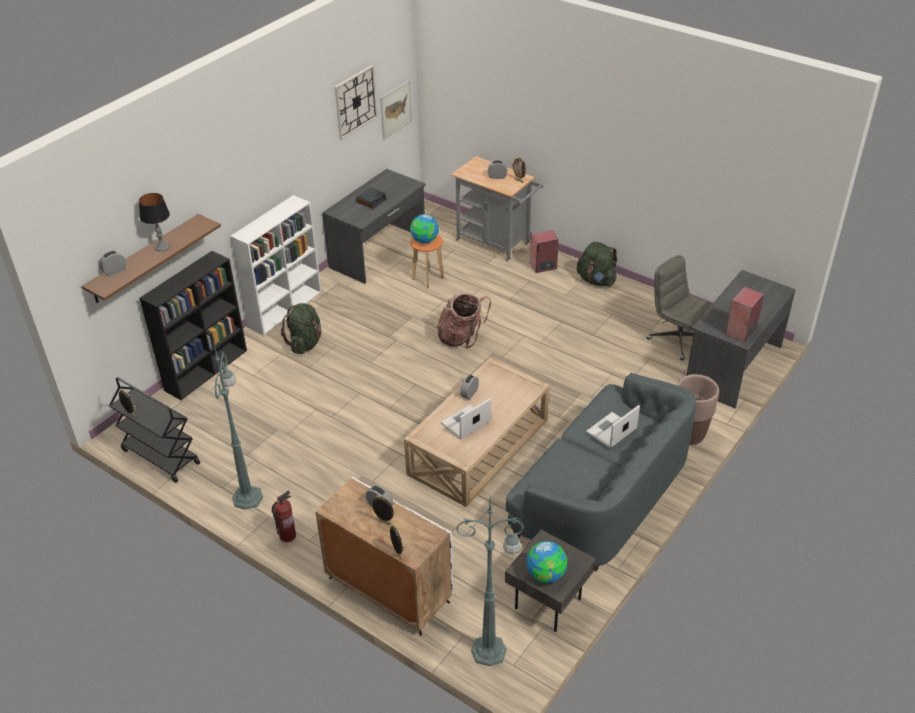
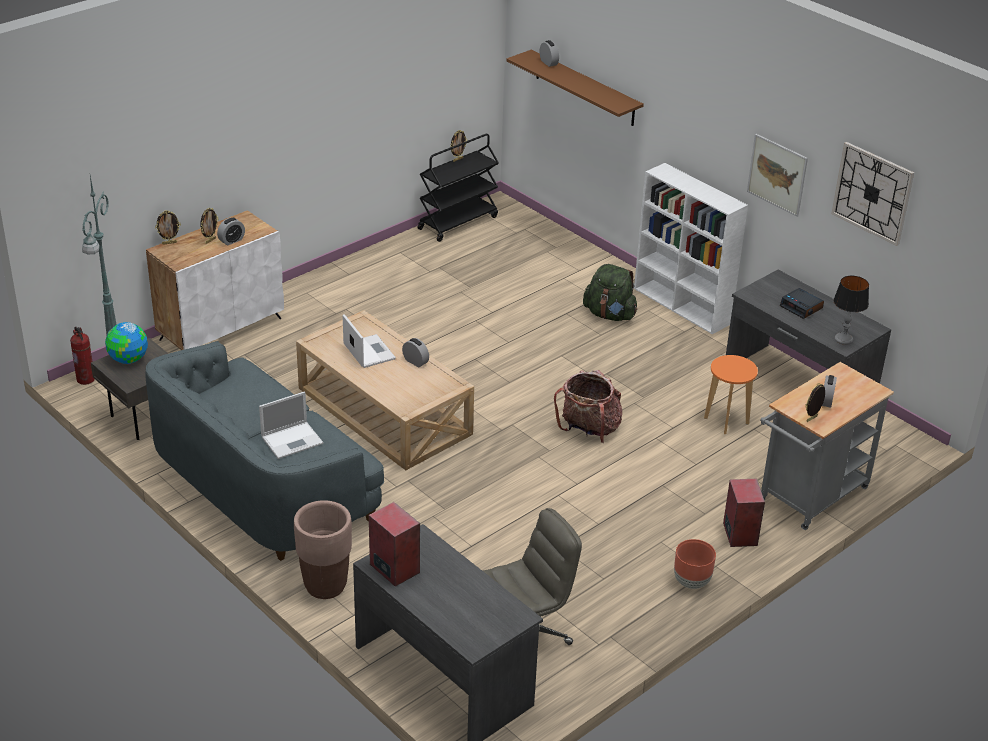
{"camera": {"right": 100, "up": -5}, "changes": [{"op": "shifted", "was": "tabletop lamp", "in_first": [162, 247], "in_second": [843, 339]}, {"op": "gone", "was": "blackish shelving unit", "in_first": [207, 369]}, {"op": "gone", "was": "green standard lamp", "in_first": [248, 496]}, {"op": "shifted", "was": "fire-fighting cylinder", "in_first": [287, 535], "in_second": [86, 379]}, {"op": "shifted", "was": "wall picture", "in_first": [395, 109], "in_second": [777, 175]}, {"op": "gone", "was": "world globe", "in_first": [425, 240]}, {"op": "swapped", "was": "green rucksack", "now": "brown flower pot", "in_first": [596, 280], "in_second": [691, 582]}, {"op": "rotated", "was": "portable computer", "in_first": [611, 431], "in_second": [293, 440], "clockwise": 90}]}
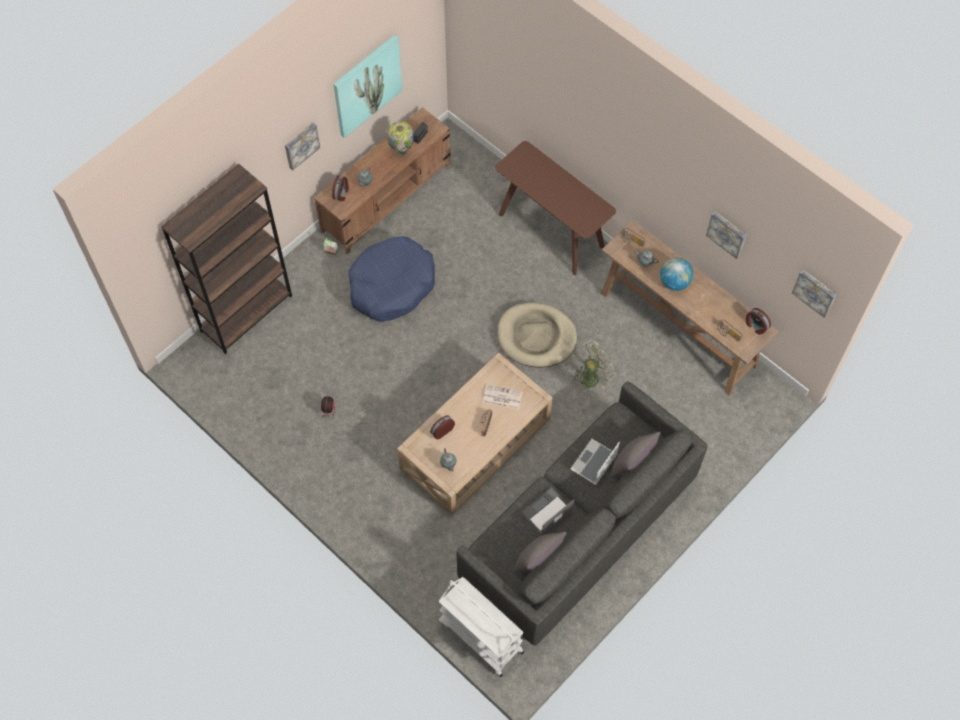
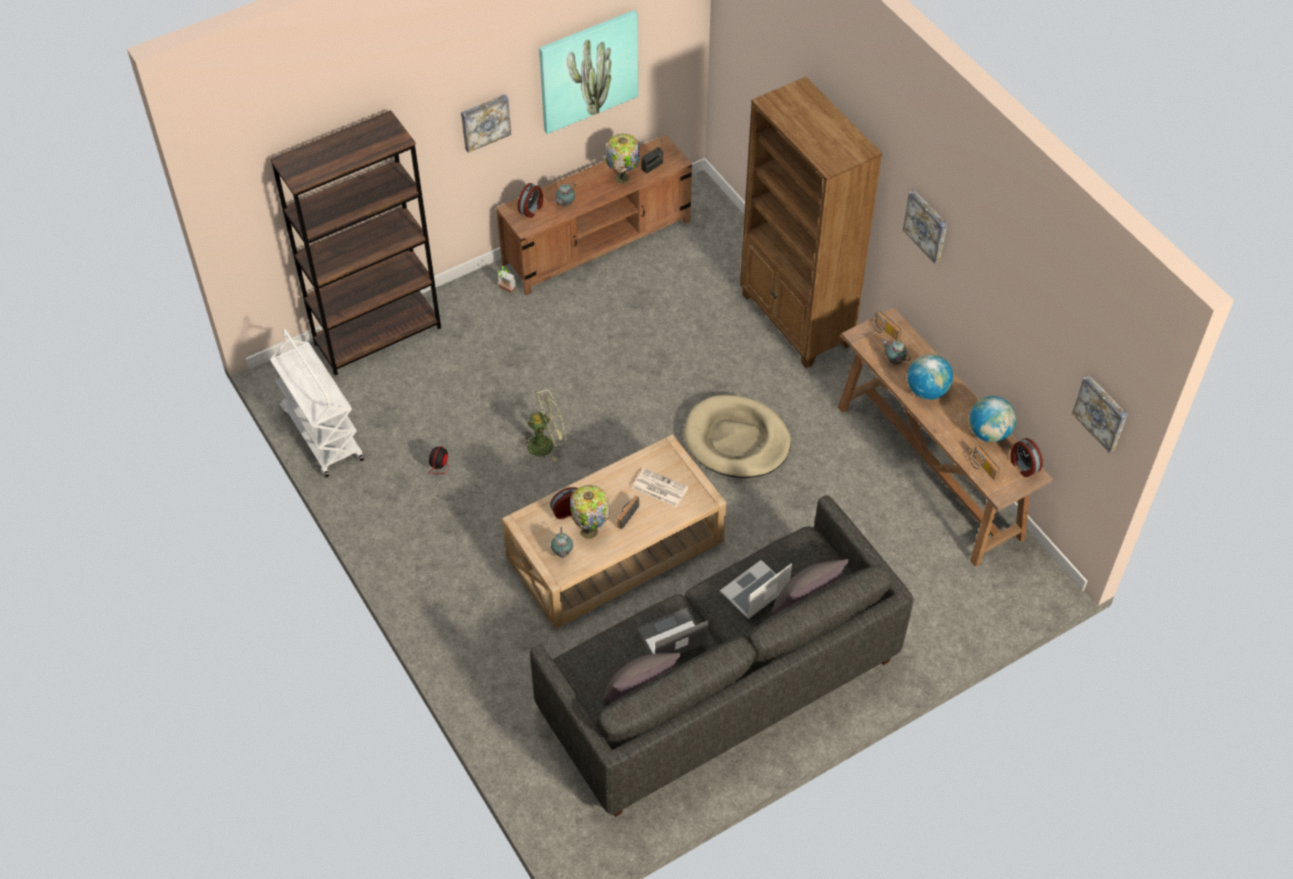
{"camera": {"right": 15, "up": -10}, "changes": [{"op": "gone", "was": "bluish dog cushion", "in_first": [391, 285]}, {"op": "shifted", "was": "white wheeled cart", "in_first": [480, 636], "in_second": [321, 434]}, {"op": "swapped", "was": "brown narrow table", "now": "brown shelving unit", "in_first": [551, 230], "in_second": [796, 321]}, {"op": "shifted", "was": "green electric fan", "in_first": [592, 376], "in_second": [546, 443]}, {"op": "shifted", "was": "wall picture", "in_first": [727, 233], "in_second": [927, 225]}, {"op": "new", "now": "tabletop lamp", "in_second": [590, 531]}, {"op": "new", "now": "world globe", "in_second": [989, 433]}]}
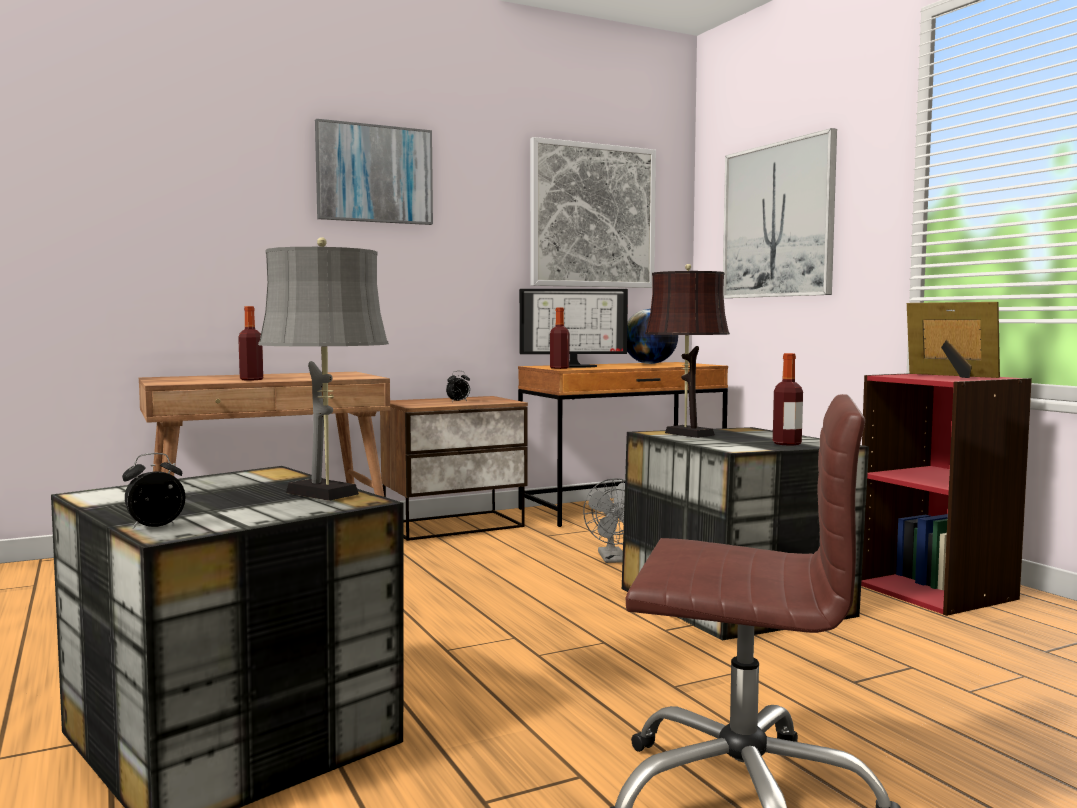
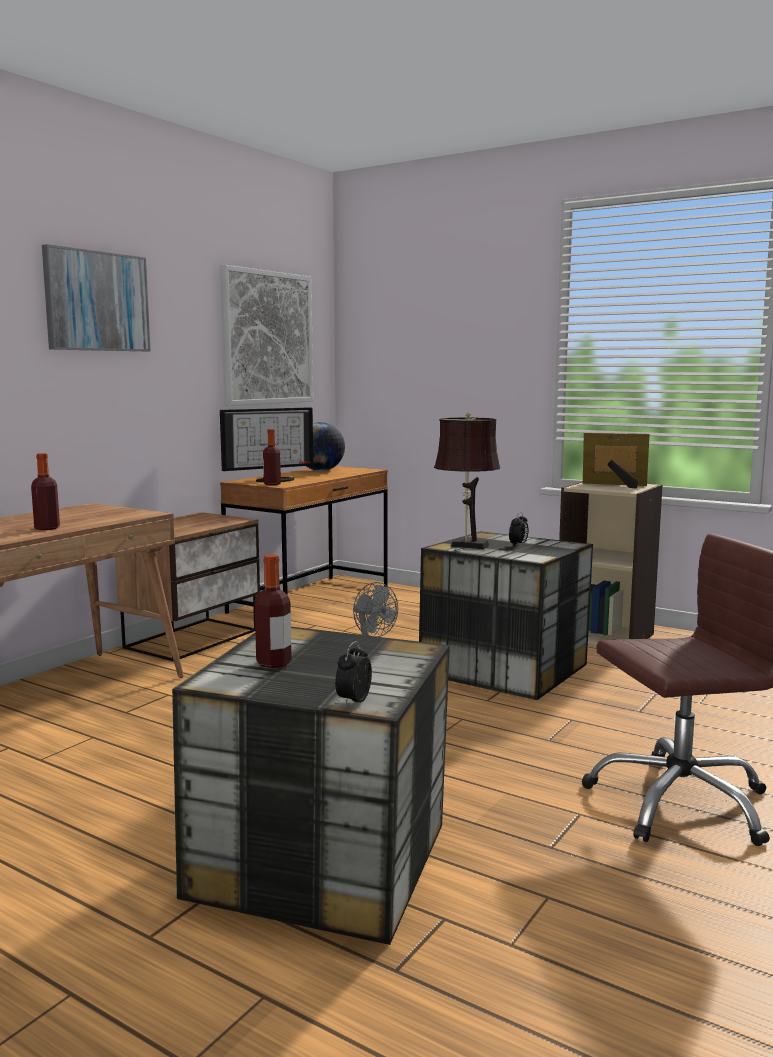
{"camera": {"right": -30, "up": 5}, "changes": [{"op": "gone", "was": "grey tabletop lamp", "in_first": [327, 494]}, {"op": "shifted", "was": "table clock", "in_first": [458, 402], "in_second": [518, 545]}, {"op": "gone", "was": "wall picture", "in_first": [777, 220]}, {"op": "shifted", "was": "drink bottle", "in_first": [786, 443], "in_second": [273, 663]}, {"op": "repainted", "was": "red shelving unit", "now": "sand-coloured shelving unit", "in_first": [937, 591], "in_second": [605, 636]}]}
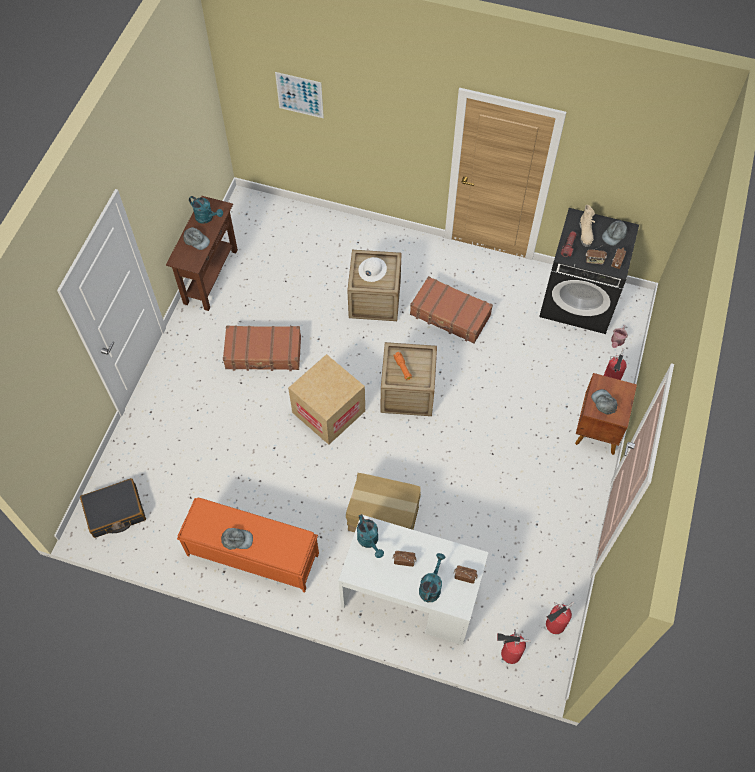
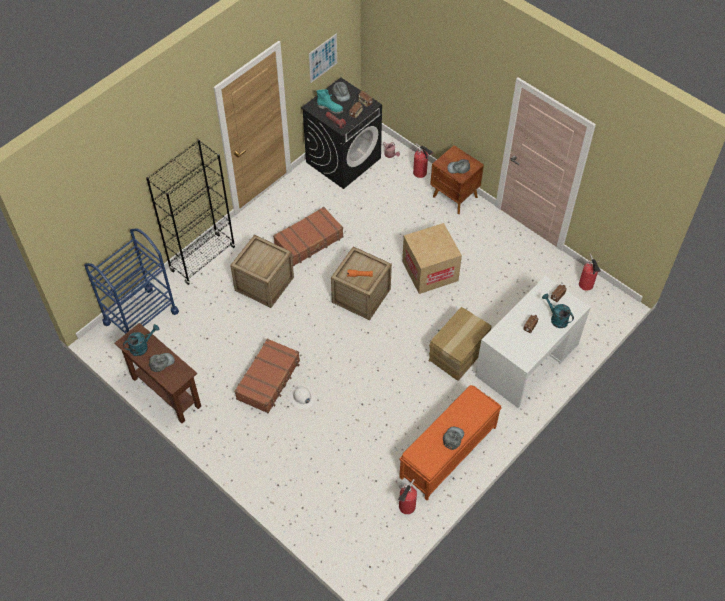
{"camera": {"right": -65, "up": -5}, "changes": [{"op": "gone", "was": "blackish travel case", "in_first": [115, 512]}, {"op": "shifted", "was": "wall picture", "in_first": [299, 95], "in_second": [323, 58]}, {"op": "shifted", "was": "packing box", "in_first": [328, 412], "in_second": [430, 271]}, {"op": "gone", "was": "blue-green sprinkling can", "in_first": [369, 541]}, {"op": "shifted", "was": "white work helmet", "in_first": [372, 270], "in_second": [302, 398]}, {"op": "shifted", "was": "fire-fighting cylinder", "in_first": [508, 653], "in_second": [406, 508]}, {"op": "repainted", "was": "sand-coloured boot", "now": "blue-green boot", "in_first": [585, 234], "in_second": [330, 108]}, {"op": "new", "now": "bluish wheeled cart", "in_second": [141, 317]}, {"op": "new", "now": "blackish shelving unit", "in_second": [203, 259]}]}
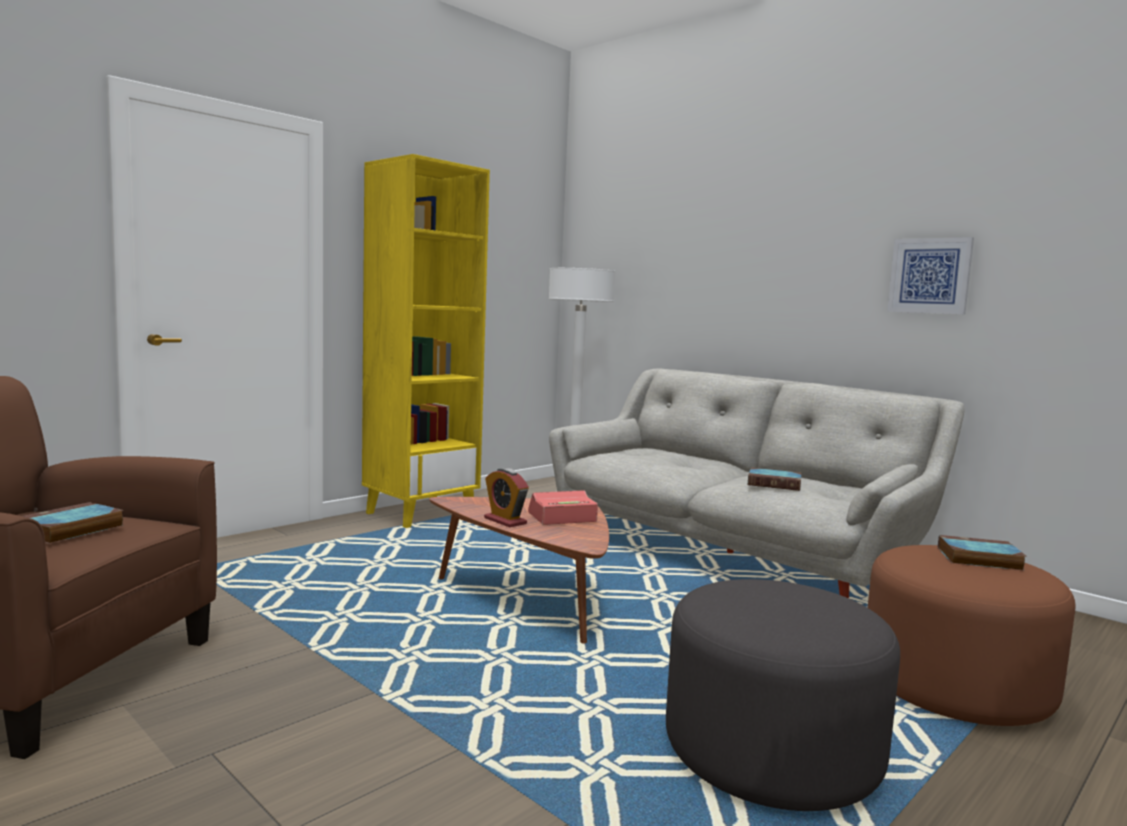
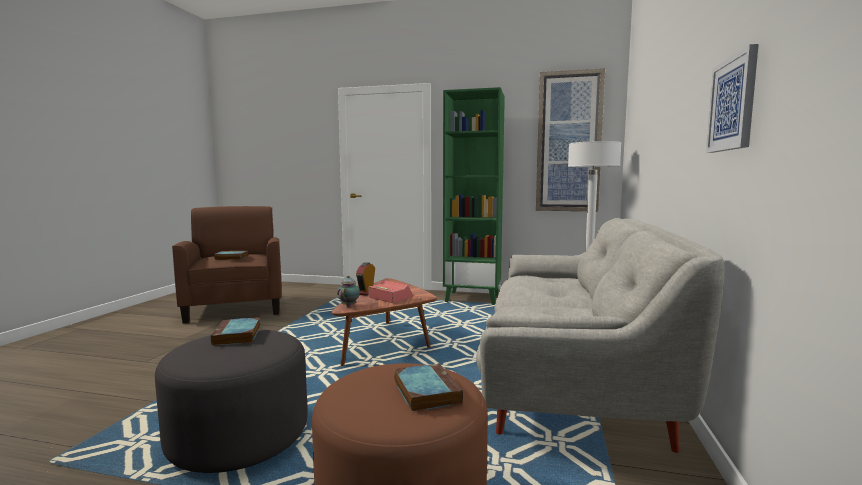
{"camera": {"right": 60, "up": 0}, "changes": [{"op": "repainted", "was": "yellow shelving unit", "now": "green shelving unit", "in_first": [421, 513], "in_second": [473, 298]}, {"op": "shifted", "was": "volume", "in_first": [775, 484], "in_second": [237, 336]}, {"op": "new", "now": "teapot", "in_second": [349, 305]}, {"op": "new", "now": "wall picture", "in_second": [568, 142]}]}
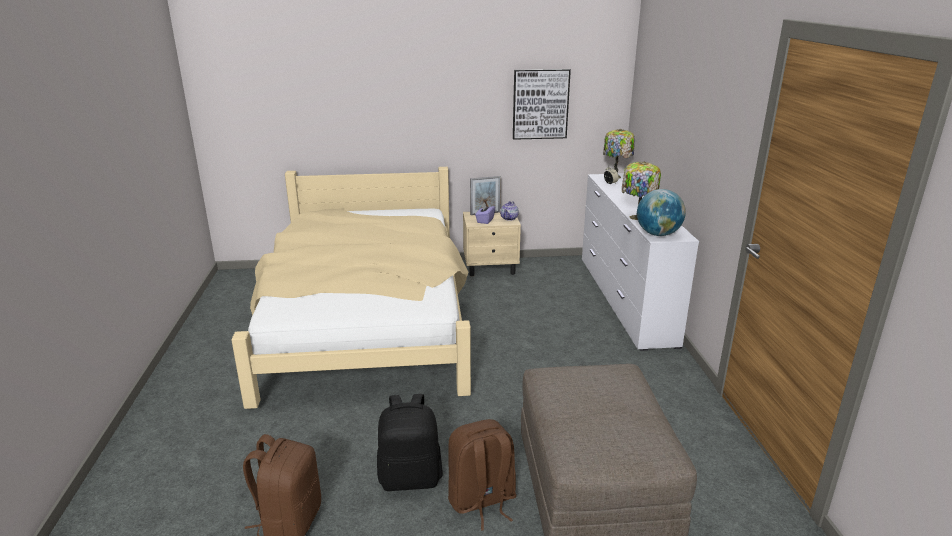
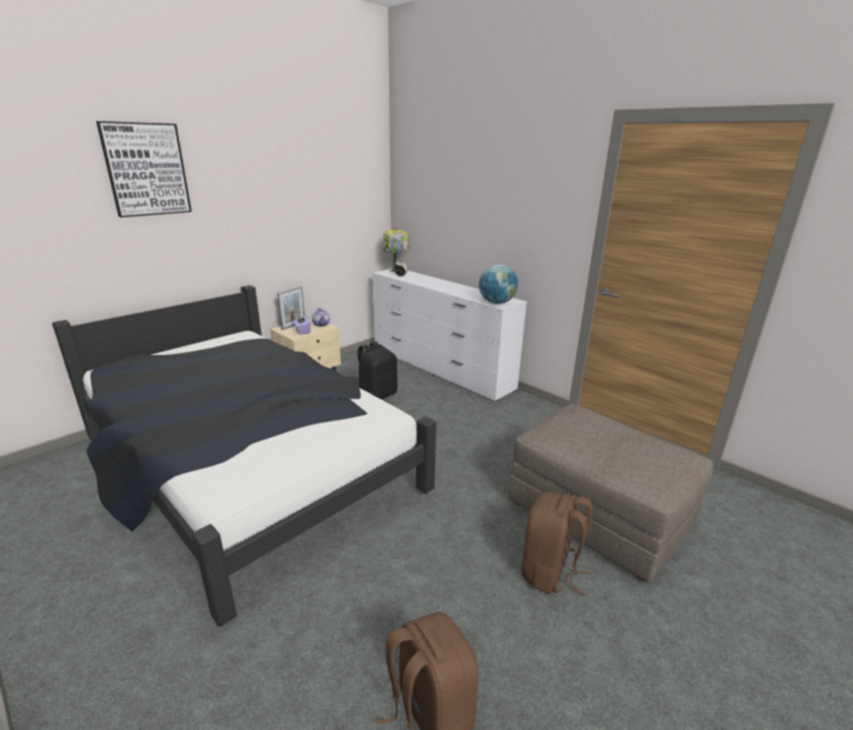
{"camera": {"right": -40, "up": 0}, "changes": [{"op": "repainted", "was": "sand-coloured sleeping bed", "now": "blackish sleeping bed", "in_first": [367, 322], "in_second": [248, 465]}, {"op": "shifted", "was": "blackish rucksack", "in_first": [410, 477], "in_second": [377, 395]}, {"op": "shifted", "was": "wall picture", "in_first": [540, 104], "in_second": [146, 169]}, {"op": "gone", "was": "tabletop lamp", "in_first": [636, 218]}]}
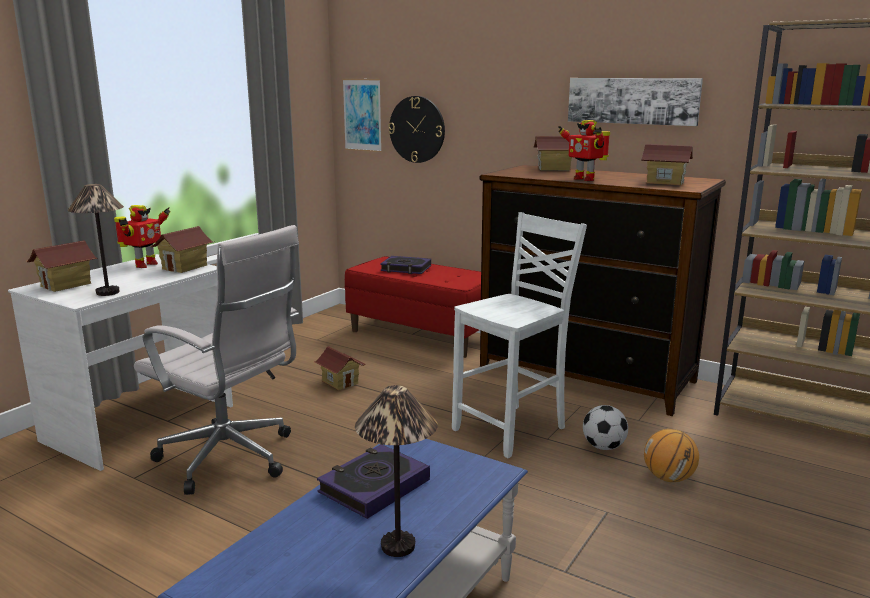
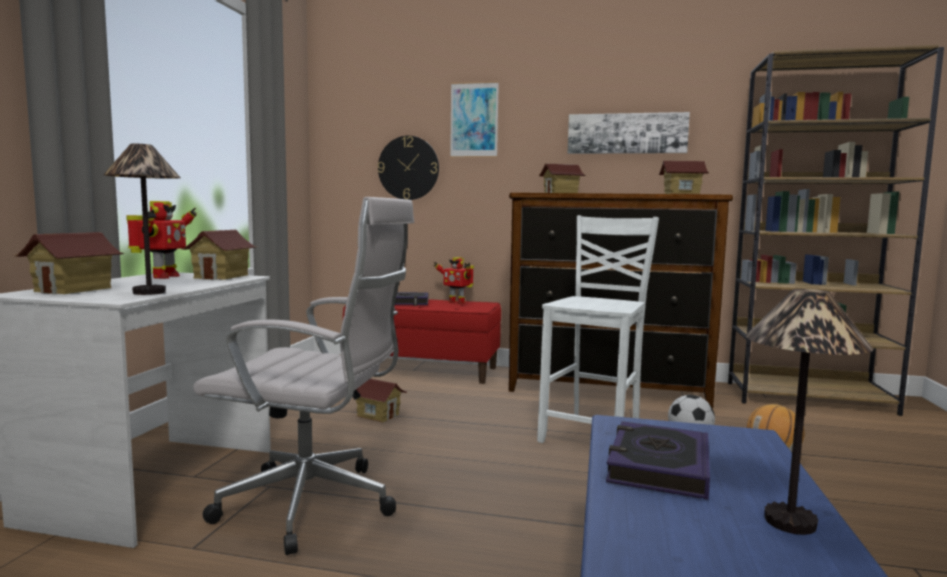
{"camera": {"right": -20, "up": -10}, "changes": [{"op": "shifted", "was": "wall picture", "in_first": [362, 115], "in_second": [474, 120]}, {"op": "shifted", "was": "robot figure", "in_first": [584, 179], "in_second": [456, 302]}]}
